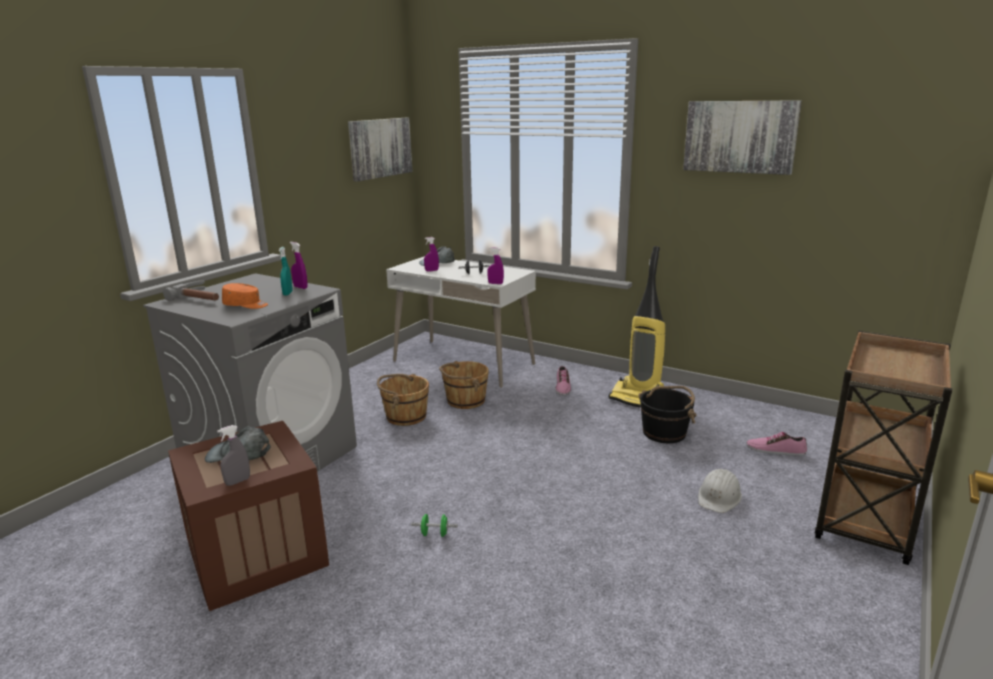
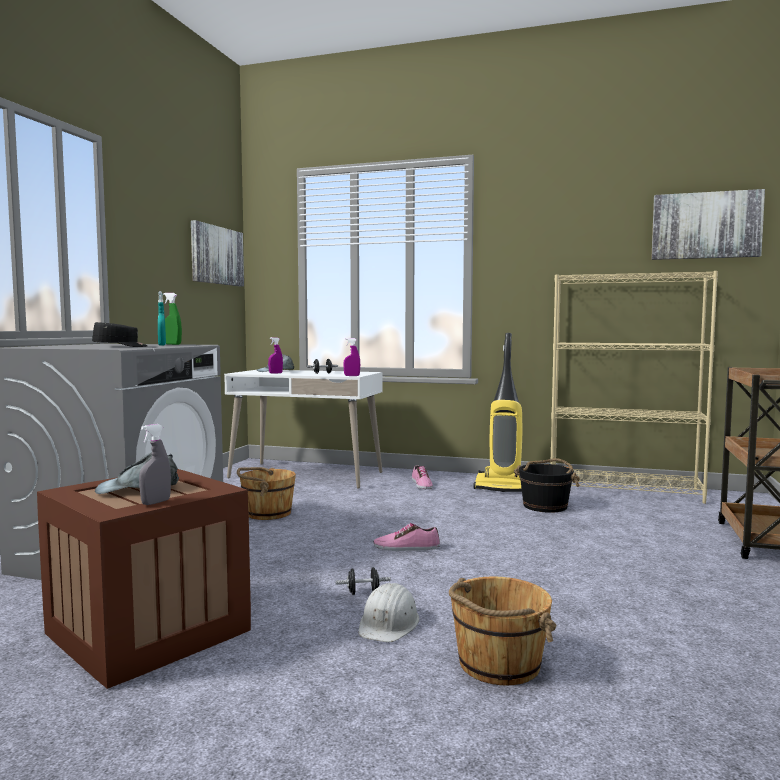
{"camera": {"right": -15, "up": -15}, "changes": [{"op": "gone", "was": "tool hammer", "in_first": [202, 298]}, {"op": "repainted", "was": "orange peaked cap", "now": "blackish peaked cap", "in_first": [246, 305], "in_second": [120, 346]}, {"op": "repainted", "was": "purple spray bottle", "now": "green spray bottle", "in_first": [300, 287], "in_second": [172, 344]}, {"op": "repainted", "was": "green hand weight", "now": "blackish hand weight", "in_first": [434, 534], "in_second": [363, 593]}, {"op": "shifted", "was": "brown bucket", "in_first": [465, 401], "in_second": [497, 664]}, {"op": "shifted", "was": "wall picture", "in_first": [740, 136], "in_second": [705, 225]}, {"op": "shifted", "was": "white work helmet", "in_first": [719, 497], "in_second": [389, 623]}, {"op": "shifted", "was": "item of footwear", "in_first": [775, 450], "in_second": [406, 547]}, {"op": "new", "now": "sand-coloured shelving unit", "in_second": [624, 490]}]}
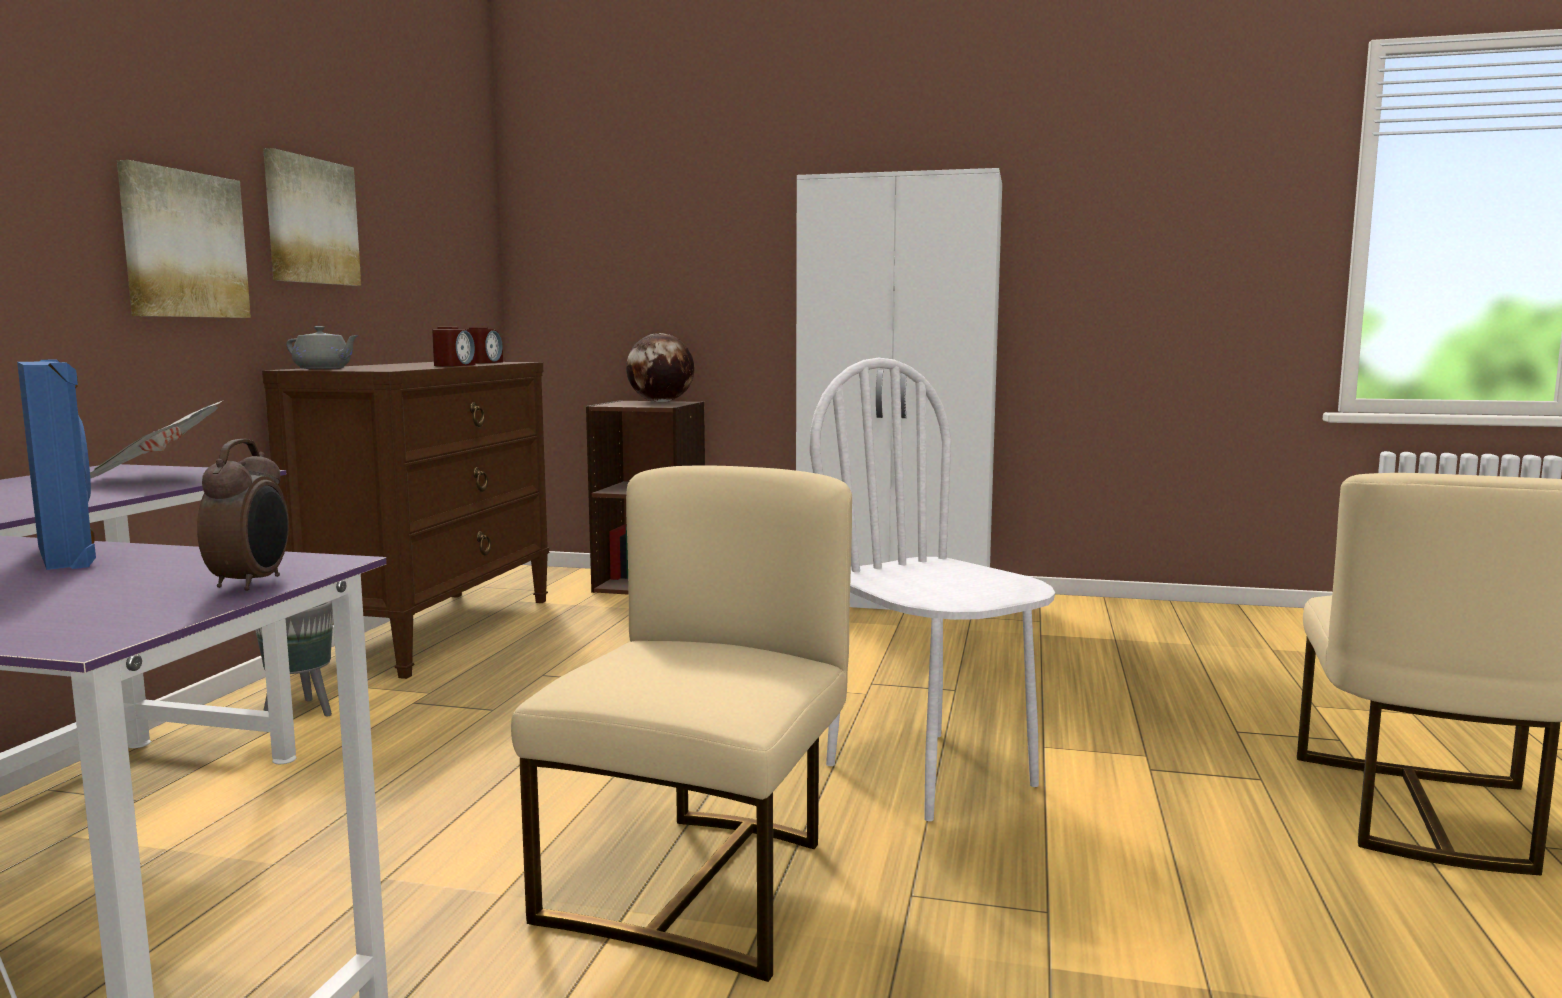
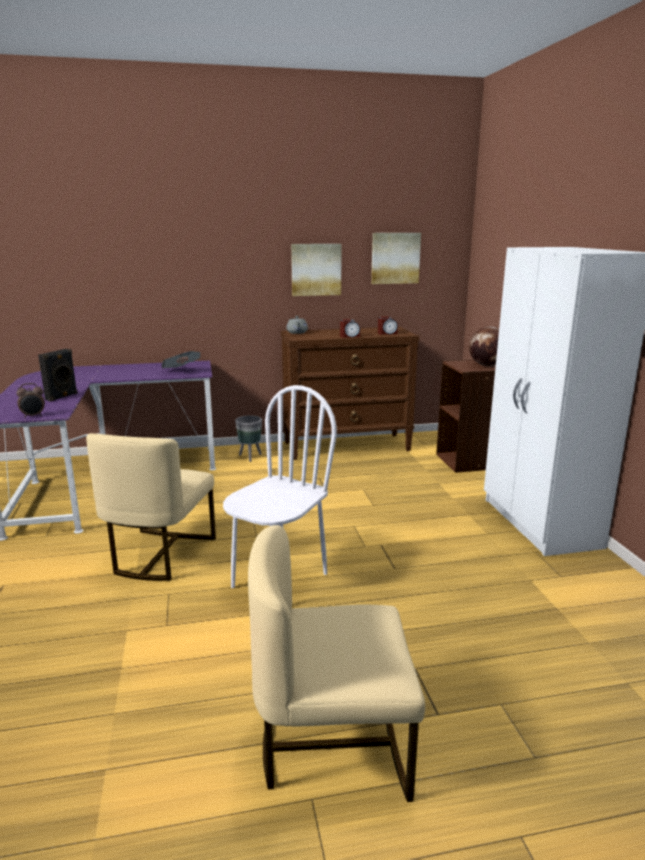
{"camera": {"right": 65, "up": 10}, "changes": [{"op": "repainted", "was": "bluish speaker", "now": "blackish speaker", "in_first": [69, 556], "in_second": [62, 397]}, {"op": "shifted", "was": "wall picture", "in_first": [183, 244], "in_second": [395, 258]}, {"op": "rotated", "was": "sand-coloured plain chair", "in_first": [702, 885], "in_second": [160, 555], "clockwise": 105}]}
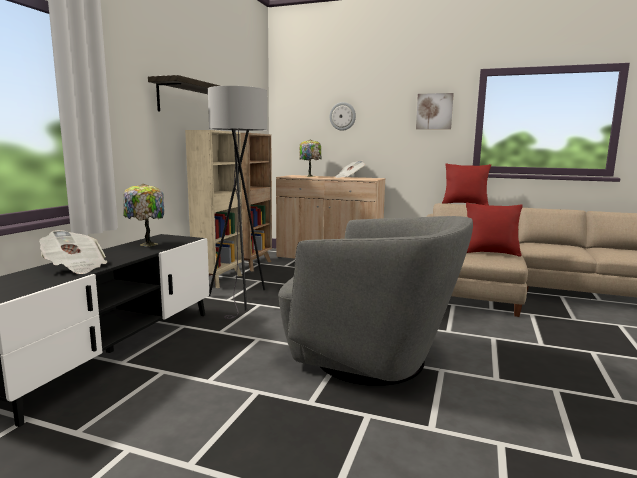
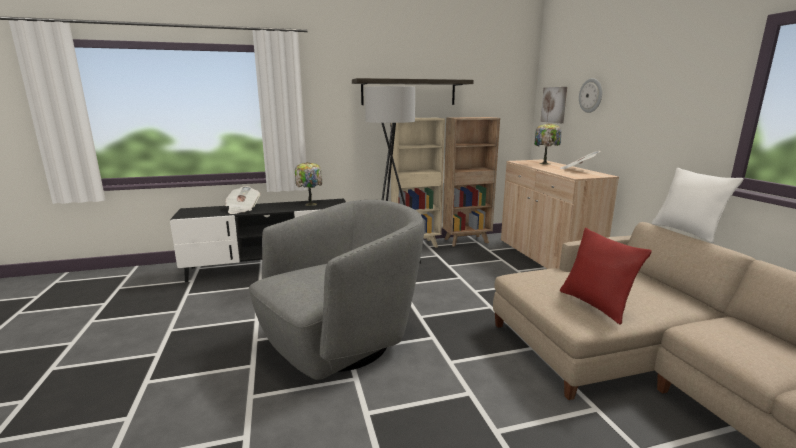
{"camera": {"right": 55, "up": 5}, "changes": [{"op": "rotated", "was": "grey easy chair", "in_first": [371, 359], "in_second": [342, 341], "clockwise": -120}, {"op": "shifted", "was": "wall picture", "in_first": [434, 111], "in_second": [554, 105]}, {"op": "repainted", "was": "red pillow", "now": "white pillow", "in_first": [464, 204], "in_second": [686, 232]}]}
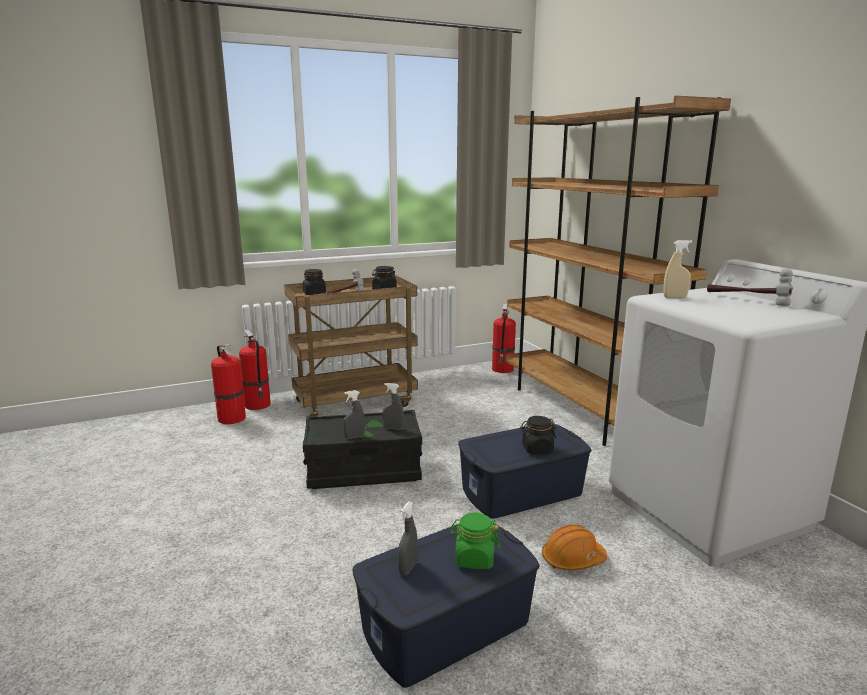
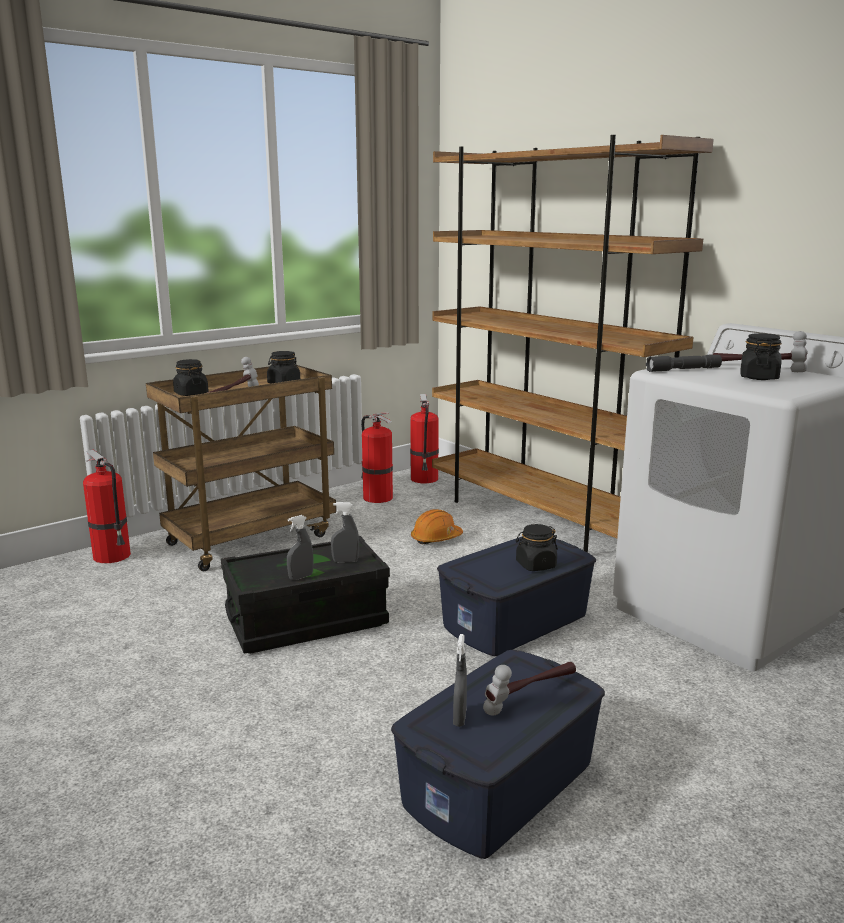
{"camera": {"right": -15, "up": 0}, "changes": [{"op": "shifted", "was": "fire-fighting cylinder", "in_first": [231, 418], "in_second": [376, 497]}, {"op": "swapped", "was": "green preserve jar", "now": "tool hammer", "in_first": [474, 559], "in_second": [531, 695]}, {"op": "shifted", "was": "orange work helmet", "in_first": [572, 560], "in_second": [436, 538]}, {"op": "swapped", "was": "sand-coloured spray bottle", "now": "grey torch", "in_first": [675, 297], "in_second": [683, 370]}, {"op": "new", "now": "blackish preserve jar", "in_second": [758, 377]}]}
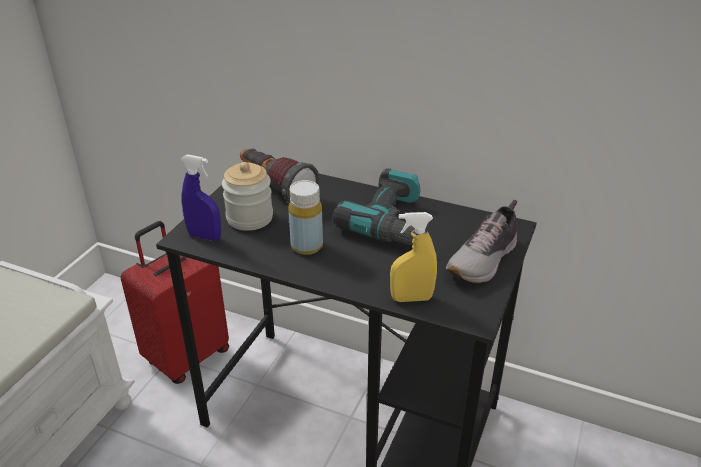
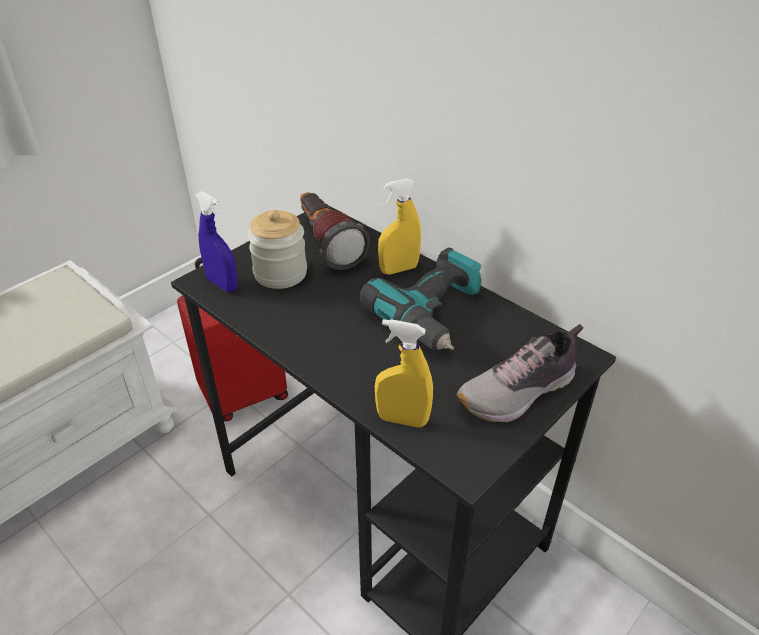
{"camera": {"right": 20, "up": 5}, "changes": [{"op": "gone", "was": "yellow drink bottle", "in_first": [307, 246]}, {"op": "new", "now": "yellow spray bottle", "in_second": [399, 269]}]}
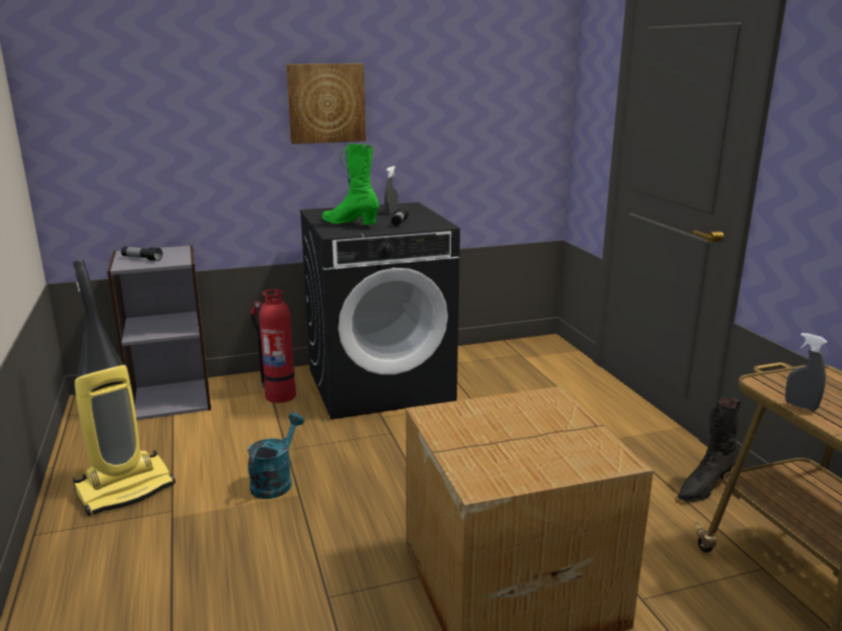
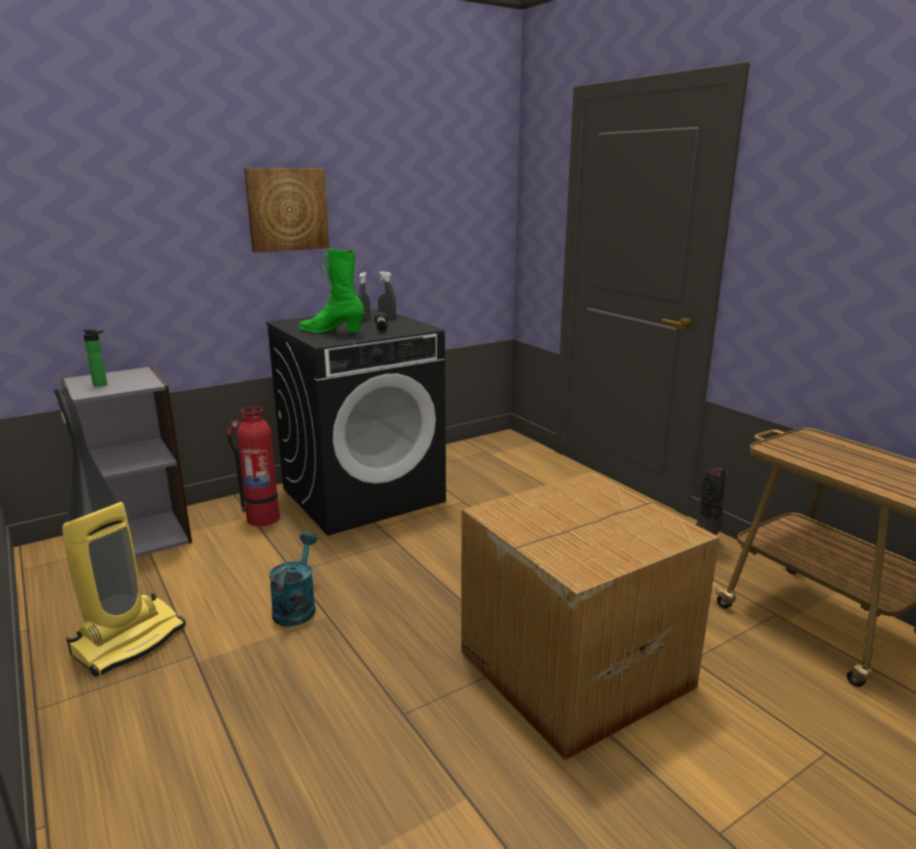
{"camera": {"right": -15, "up": 0}, "changes": [{"op": "swapped", "was": "torch", "now": "drink bottle", "in_first": [142, 259], "in_second": [102, 384]}, {"op": "shifted", "was": "grey spray bottle", "in_first": [801, 406], "in_second": [387, 318]}]}
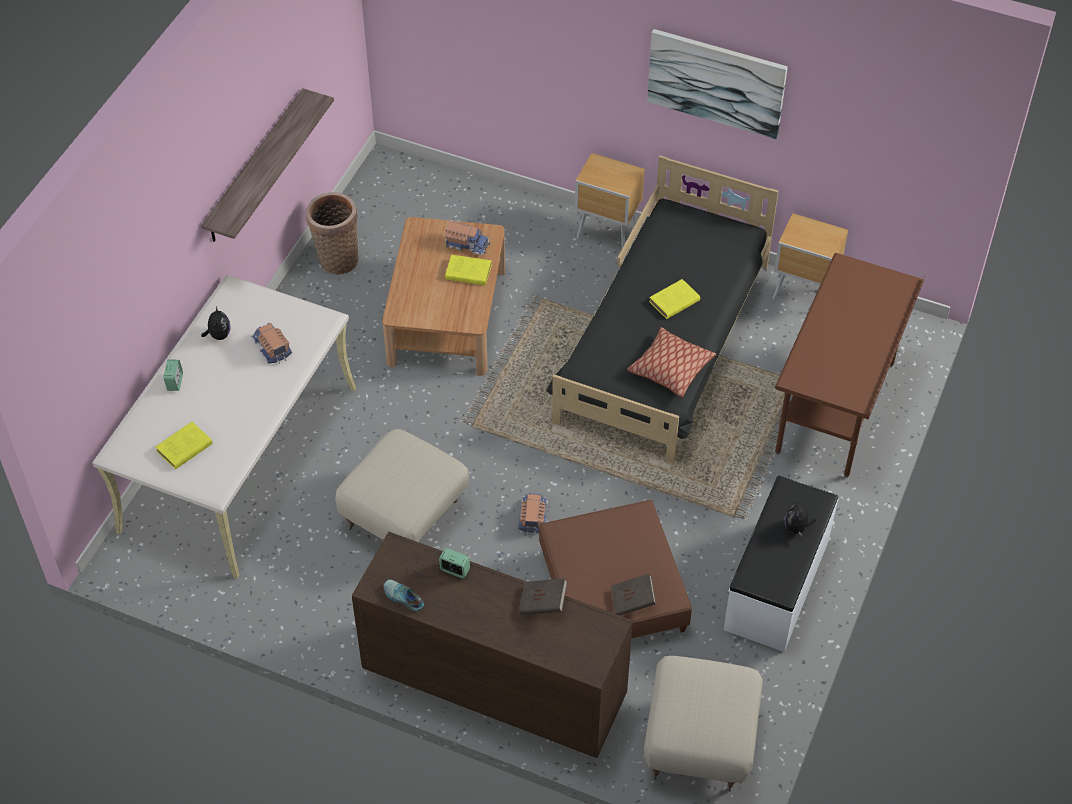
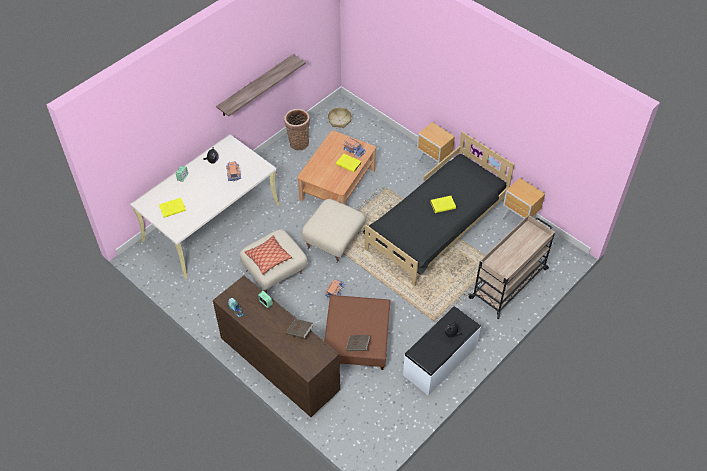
{"camera": {"right": 20, "up": 0}, "changes": [{"op": "shifted", "was": "pillow", "in_first": [671, 368], "in_second": [268, 258]}, {"op": "shifted", "was": "sand-coloured ottoman", "in_first": [699, 742], "in_second": [333, 241]}, {"op": "gone", "was": "wall picture", "in_first": [716, 82]}, {"op": "swapped", "was": "brown desk table", "now": "sand-coloured wheeled cart", "in_first": [835, 409], "in_second": [509, 283]}, {"op": "new", "now": "storage basket", "in_second": [339, 120]}]}
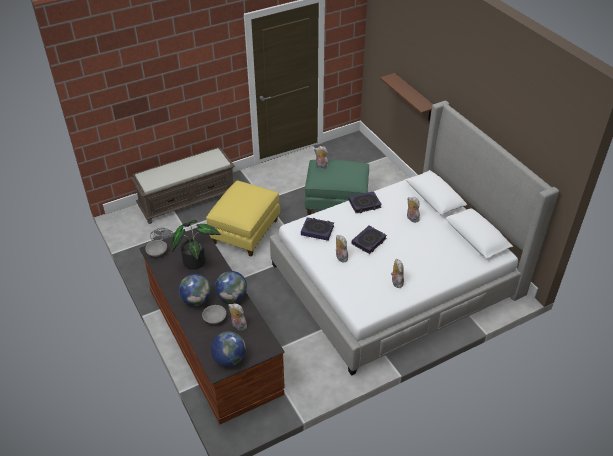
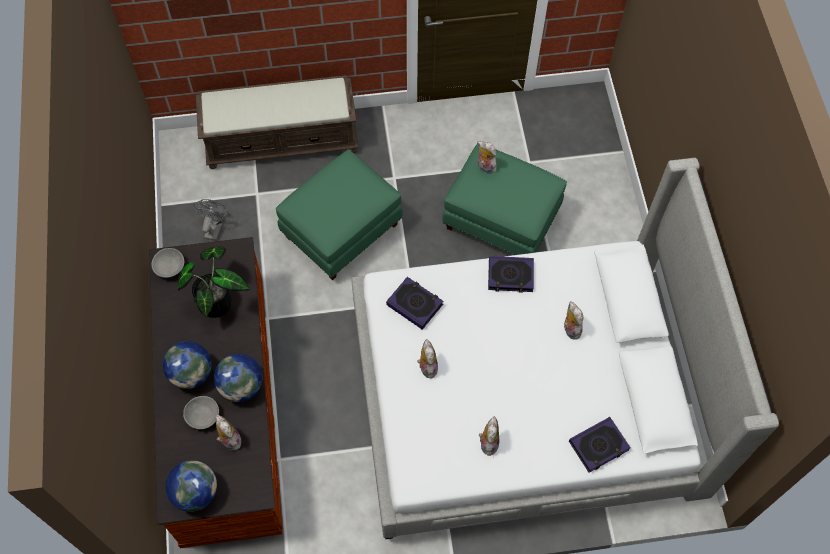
{"camera": {"right": 20, "up": 20}, "changes": [{"op": "repainted", "was": "yellow ottoman", "now": "green ottoman", "in_first": [245, 231], "in_second": [341, 230]}, {"op": "shifted", "was": "volume", "in_first": [369, 241], "in_second": [598, 446]}, {"op": "gone", "was": "brown shelf", "in_first": [414, 98]}]}
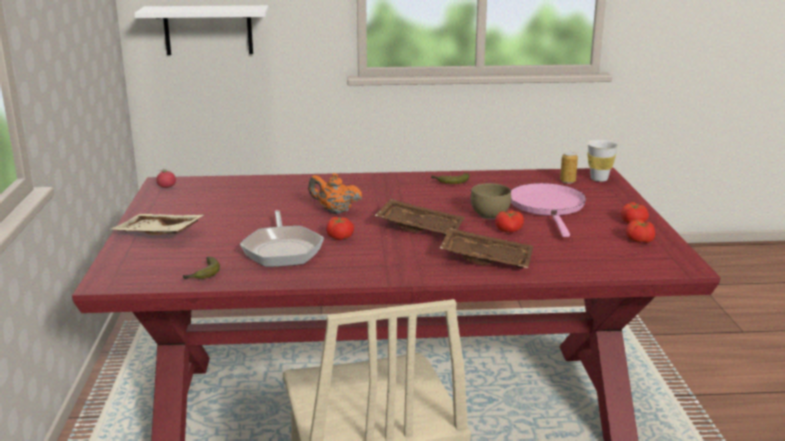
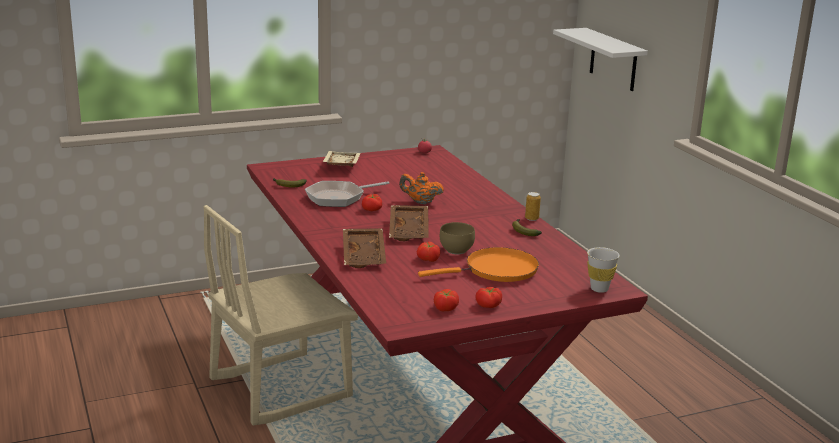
{"camera": {"right": 70, "up": 0}, "changes": [{"op": "rotated", "was": "orange teapot", "in_first": [335, 211], "in_second": [420, 202], "clockwise": -75}, {"op": "repainted", "was": "pinkish skillet", "now": "orange skillet", "in_first": [548, 207], "in_second": [496, 270]}, {"op": "shifted", "was": "metal can", "in_first": [567, 181], "in_second": [531, 218]}]}
